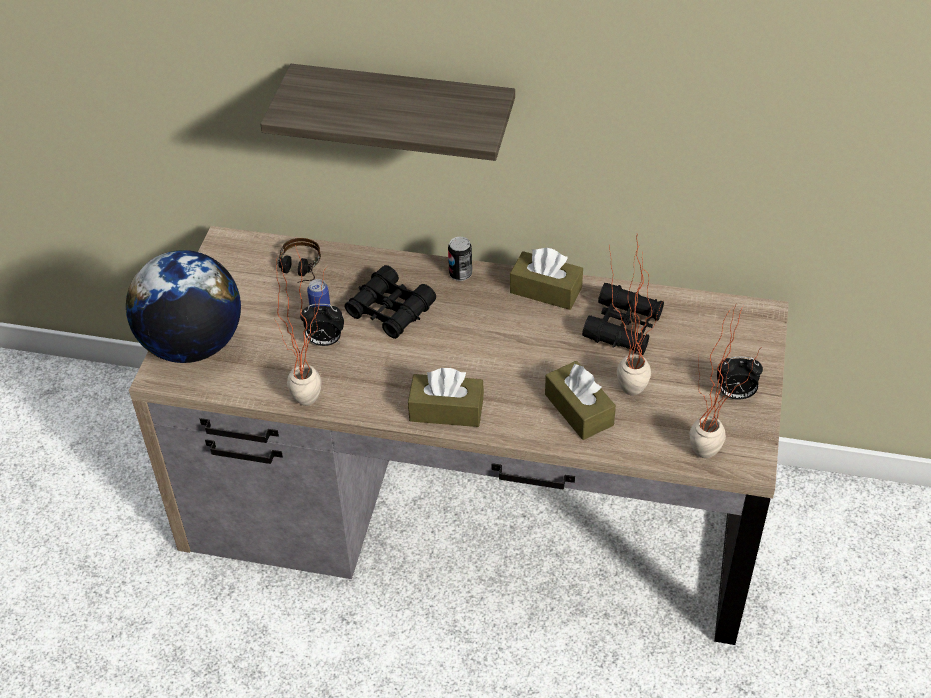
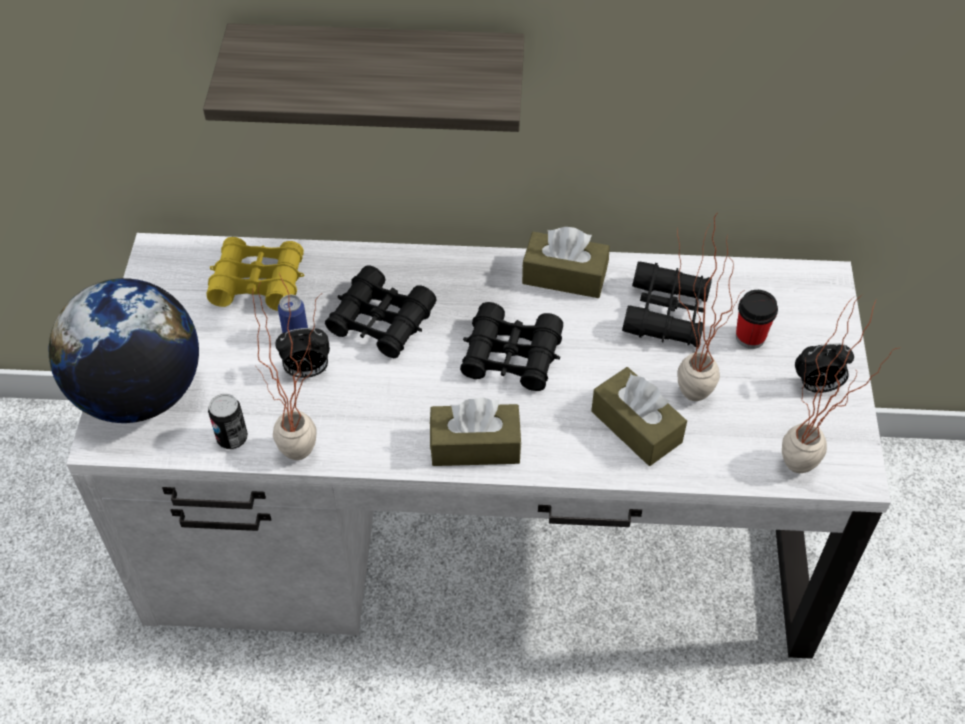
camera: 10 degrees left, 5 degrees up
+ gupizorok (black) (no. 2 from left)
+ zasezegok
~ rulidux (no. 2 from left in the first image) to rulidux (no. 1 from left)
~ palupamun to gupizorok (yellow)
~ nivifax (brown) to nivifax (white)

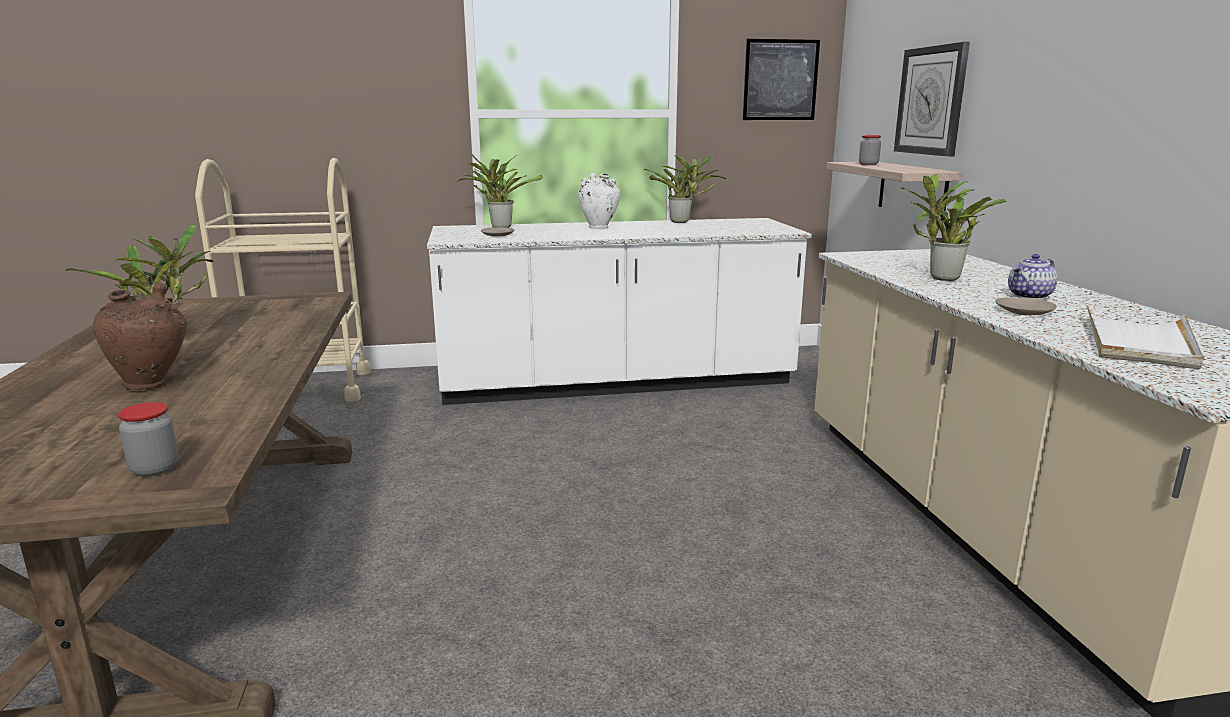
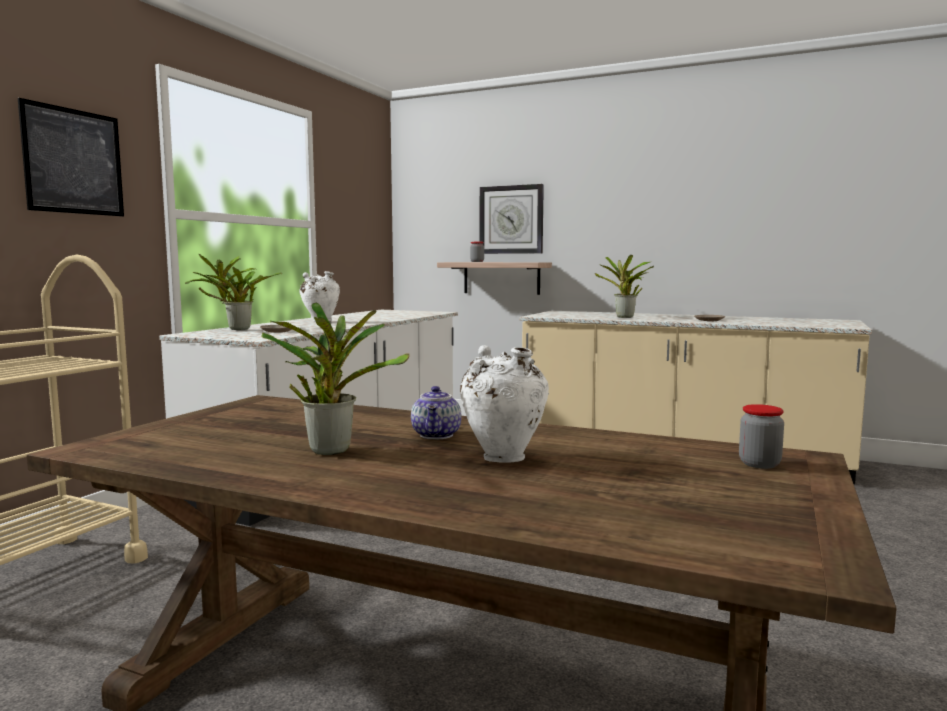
camera: 55 degrees left, 10 degrees down
- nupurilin (no. 3 from left)
- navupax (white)
~ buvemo
~ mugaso
~ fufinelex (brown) to fufinelex (white) (no. 2 from left)

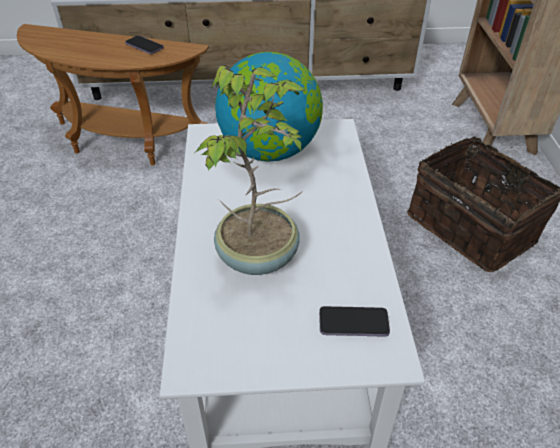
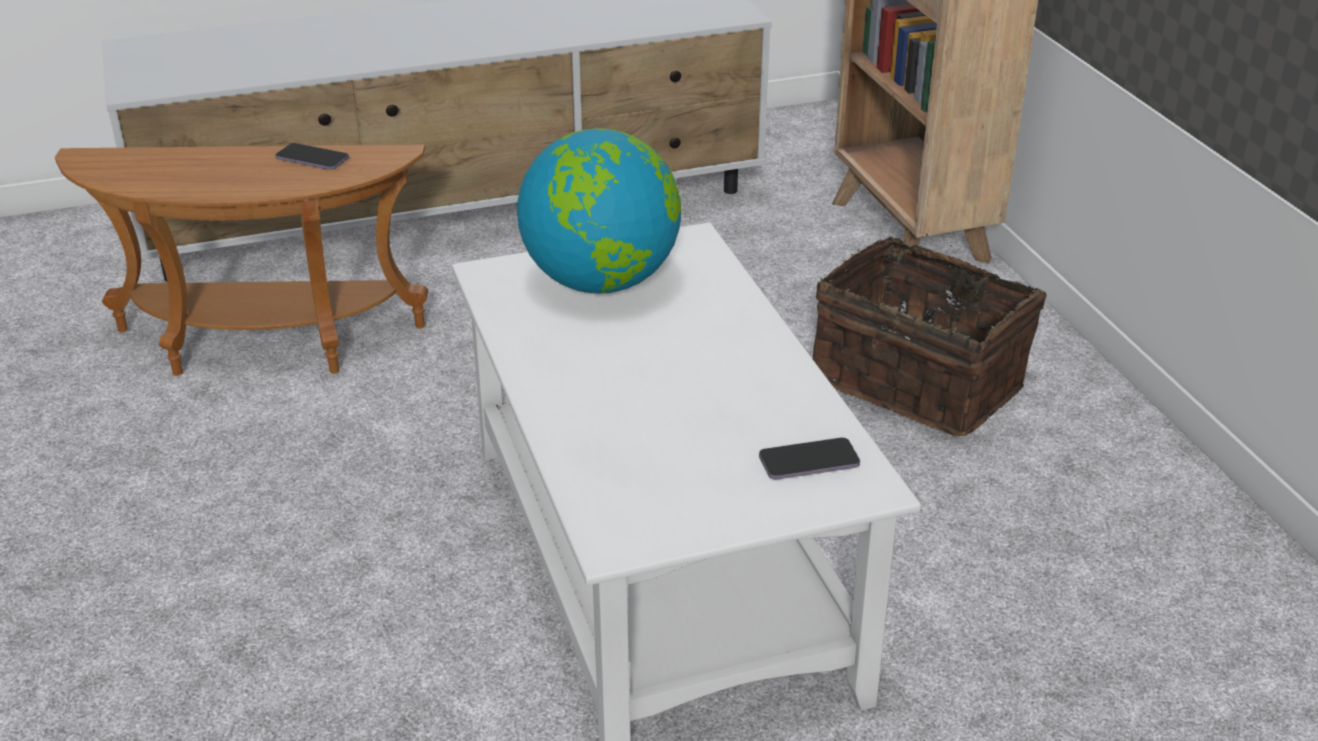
camera: 15 degrees left, 10 degrees down
- nupurilin

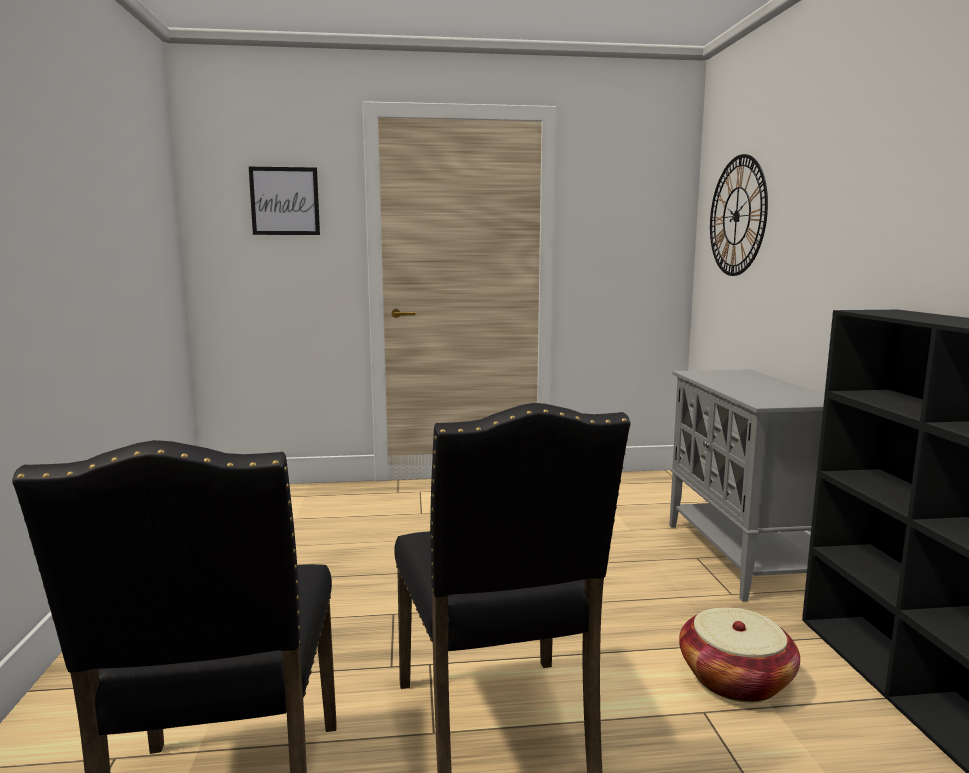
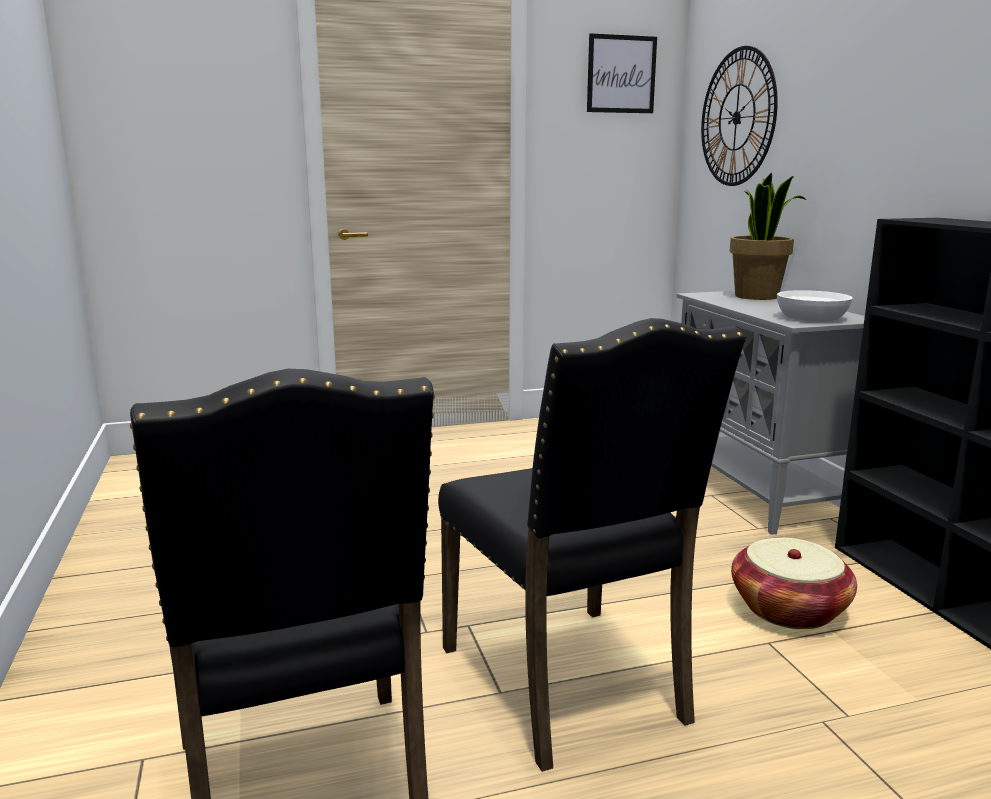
camera: 10 degrees left, 5 degrees up
+ nupurilin
+ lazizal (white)
~ buvemo

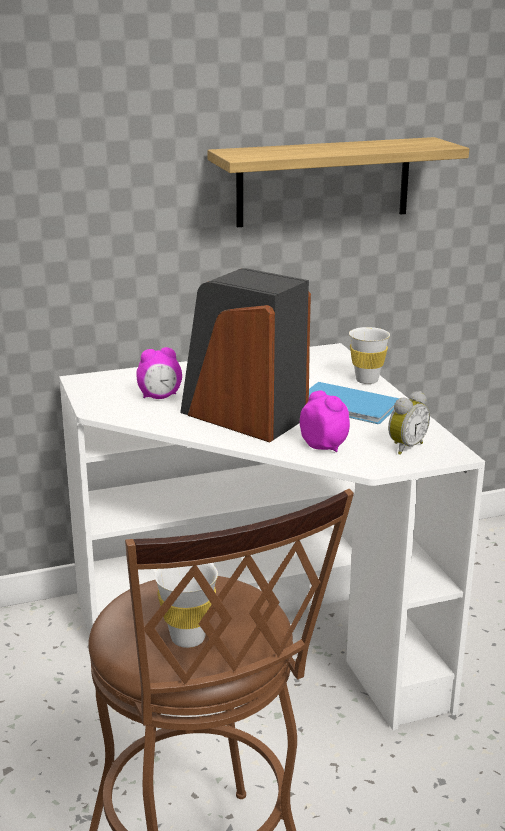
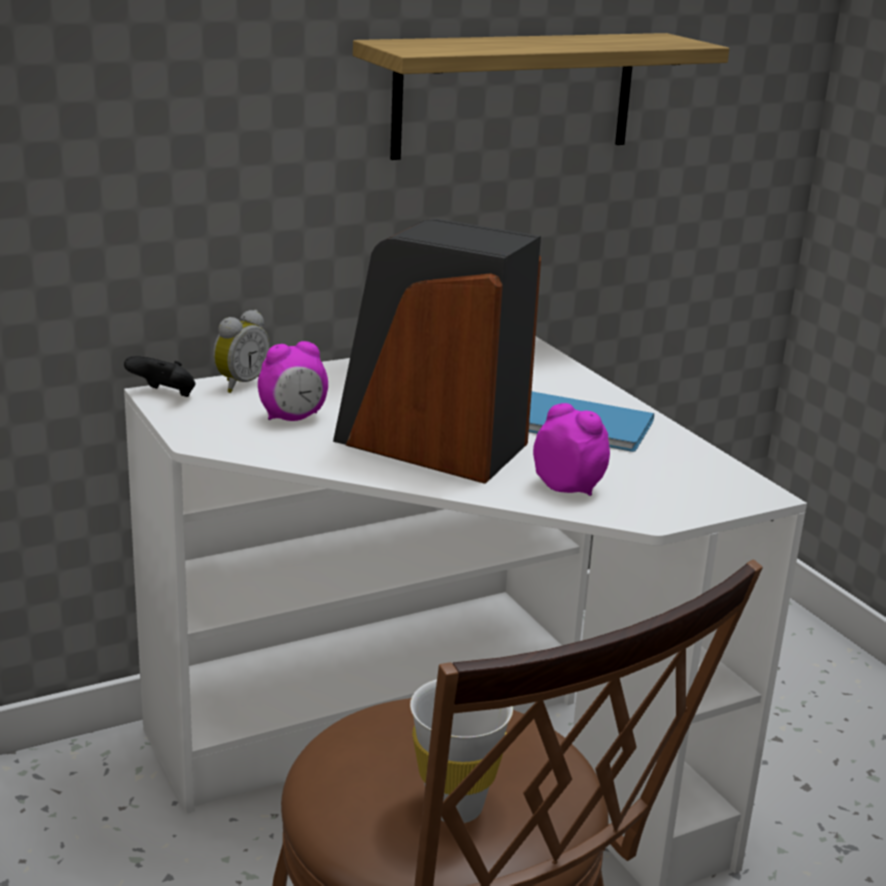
camera: 10 degrees left, 0 degrees up
- zasezegok (white) (no. 2 from left)
+ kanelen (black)
~ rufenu (no. 3 from left in the first image) to rufenu (no. 1 from left)

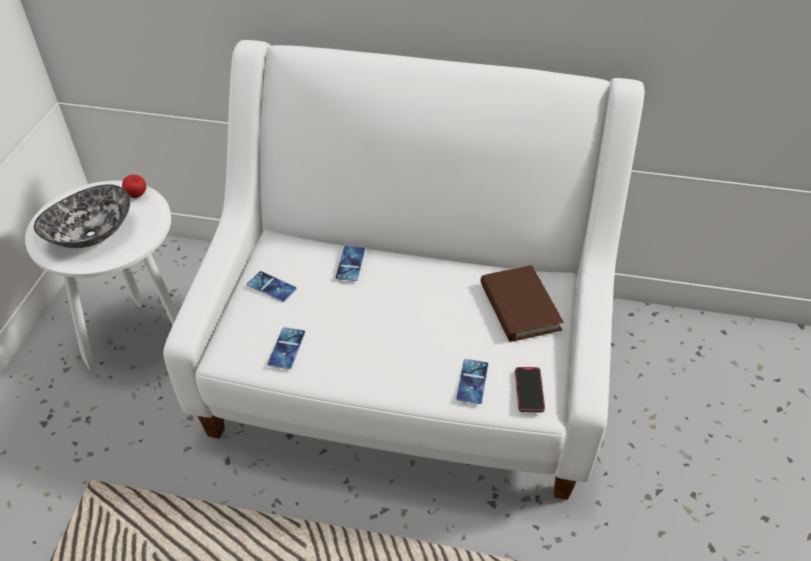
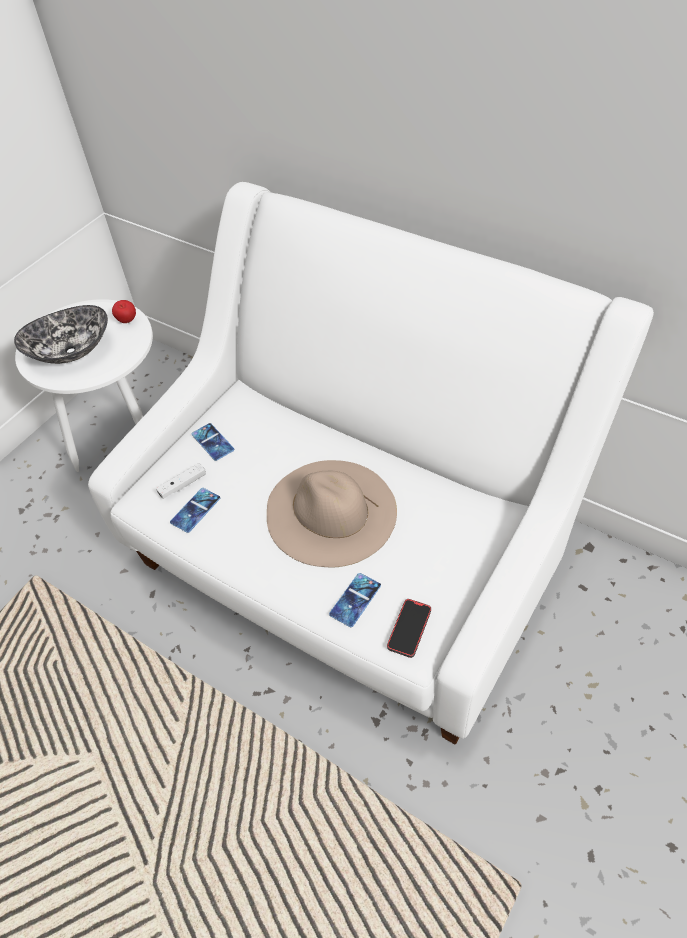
camera: 25 degrees right, 5 degrees up
- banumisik (no. 3 from left)
- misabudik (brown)
+ kanelen (white)
+ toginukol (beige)

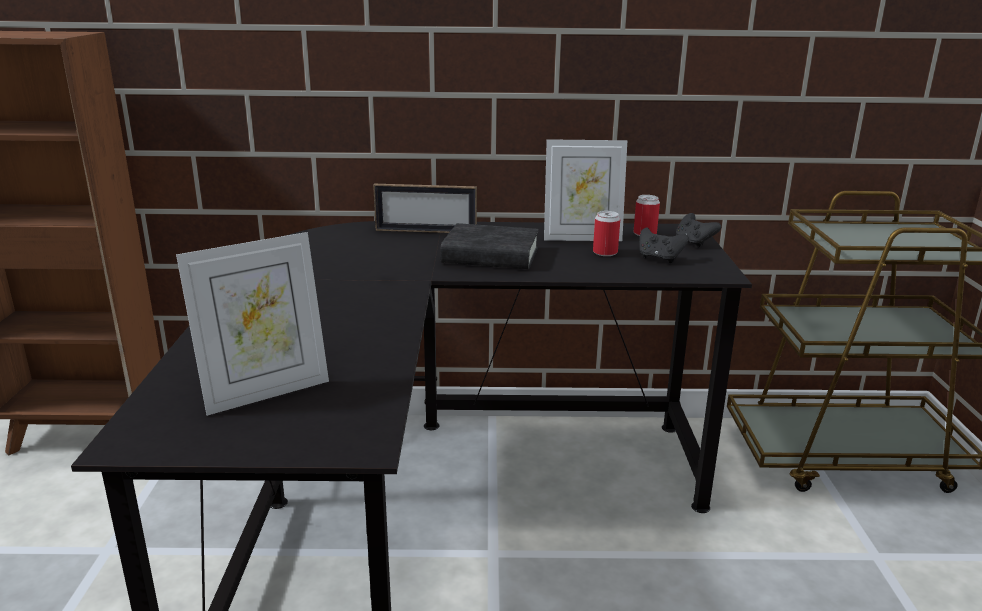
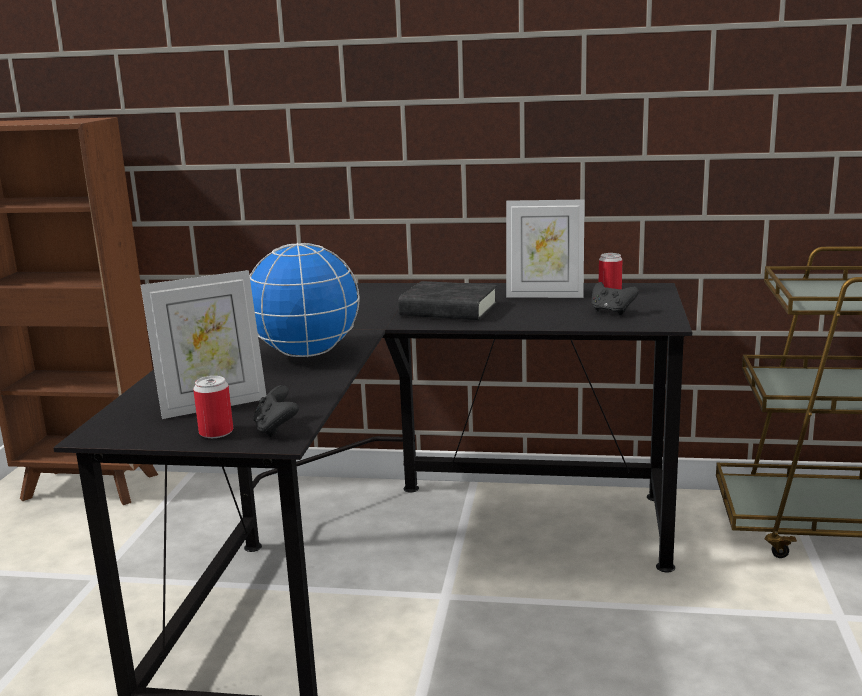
camera: 10 degrees right, 5 degrees down
- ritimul (no. 2 from left)
+ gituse
~ rulidux (no. 1 from left)
~ kanelen (black) (no. 2 from left in the first image) to kanelen (black) (no. 1 from left)

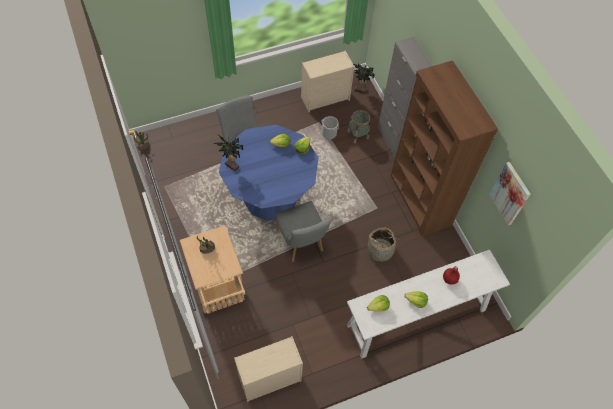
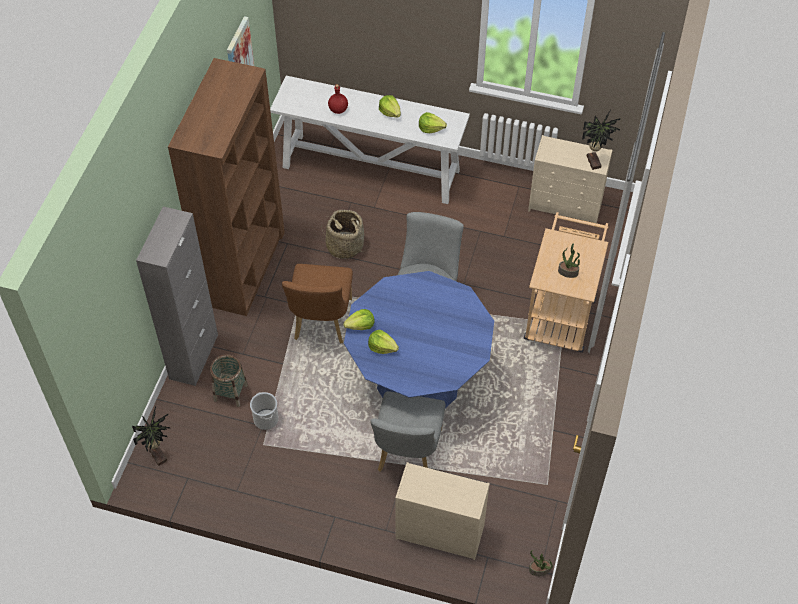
camera: 140 degrees left, 5 degrees down
+ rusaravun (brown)
~ nupurilin (no. 3 from left in the first image) to nupurilin (no. 4 from left)
~ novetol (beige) (no. 2 from left in the first image) to novetol (beige) (no. 1 from left)

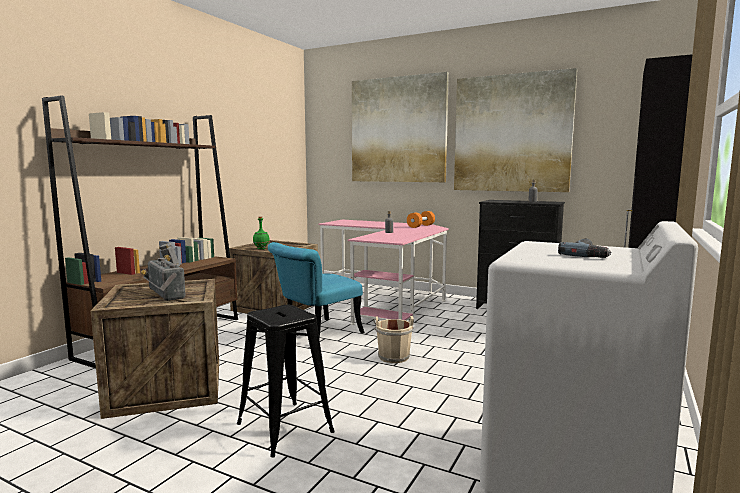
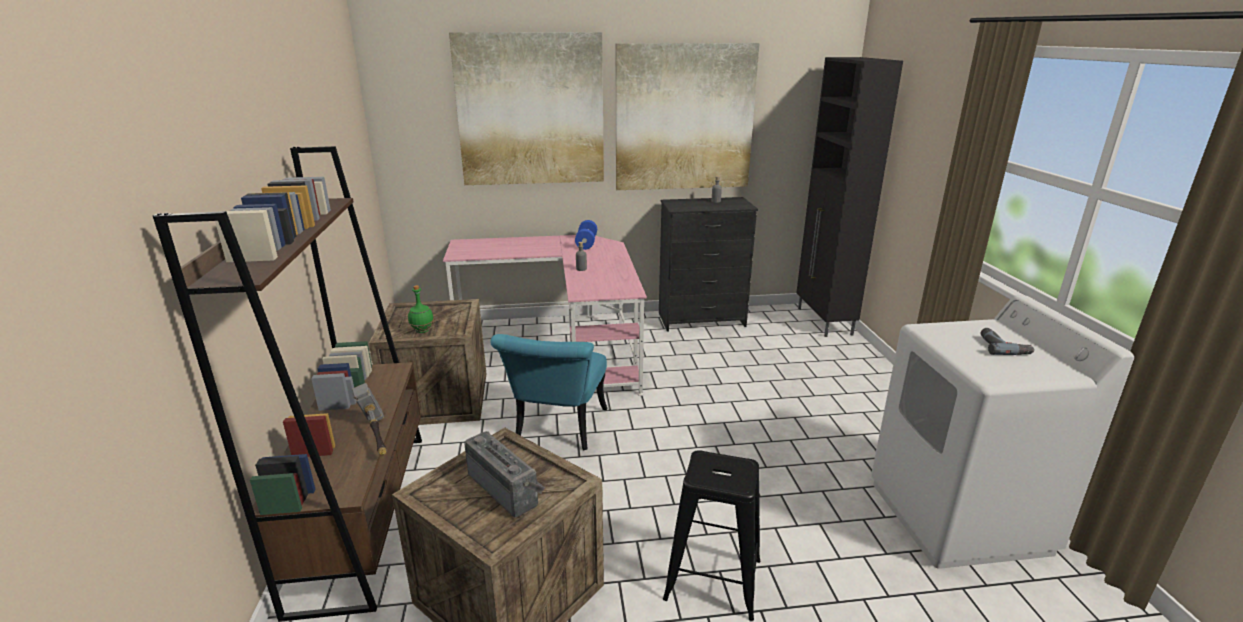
camera: 35 degrees left, 15 degrees up
- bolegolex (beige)
~ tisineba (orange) to tisineba (blue)
~ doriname 150 degrees counterclockwise

